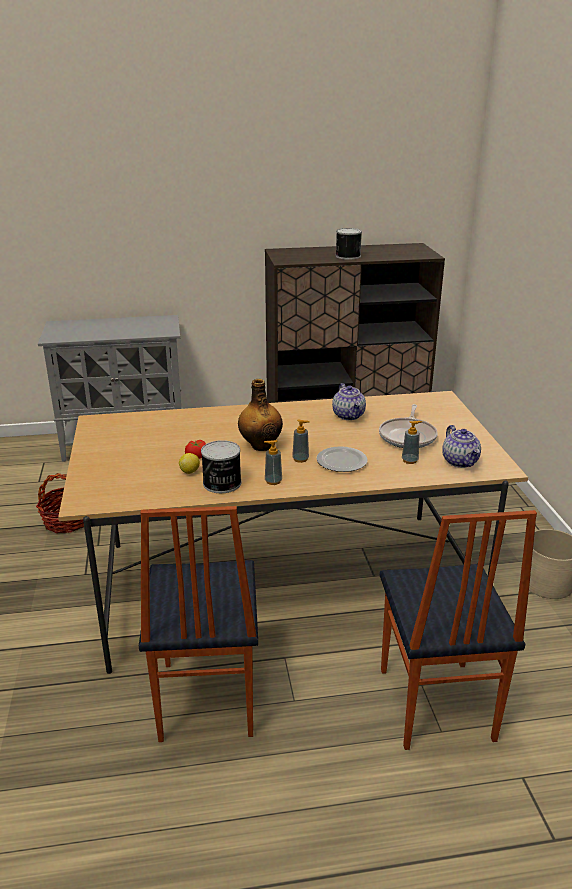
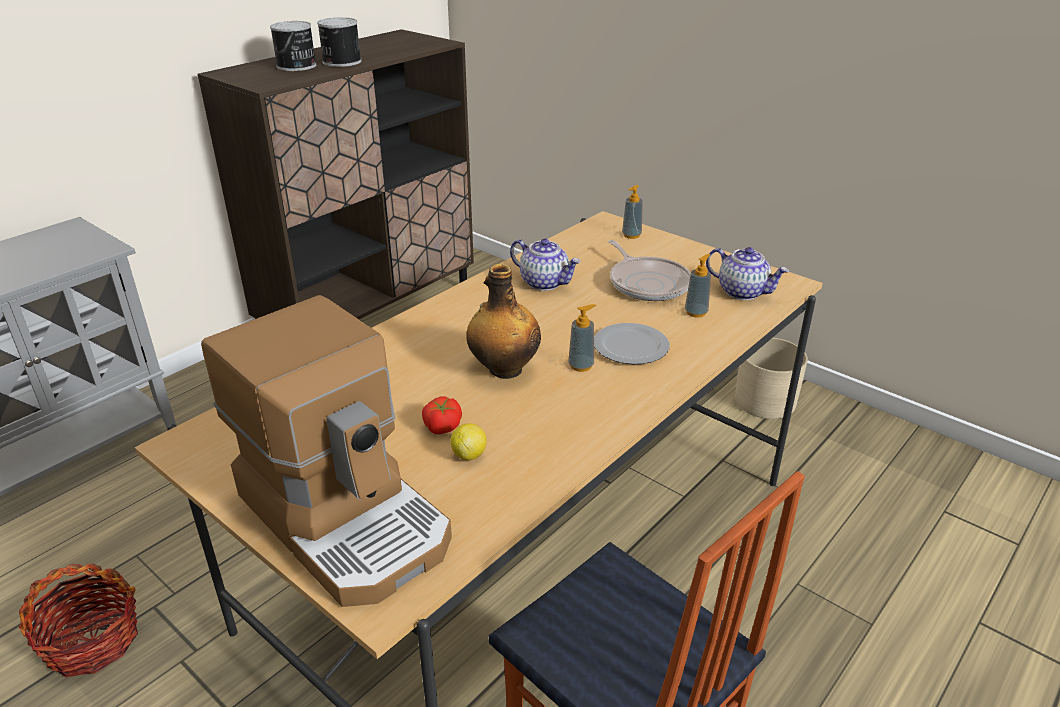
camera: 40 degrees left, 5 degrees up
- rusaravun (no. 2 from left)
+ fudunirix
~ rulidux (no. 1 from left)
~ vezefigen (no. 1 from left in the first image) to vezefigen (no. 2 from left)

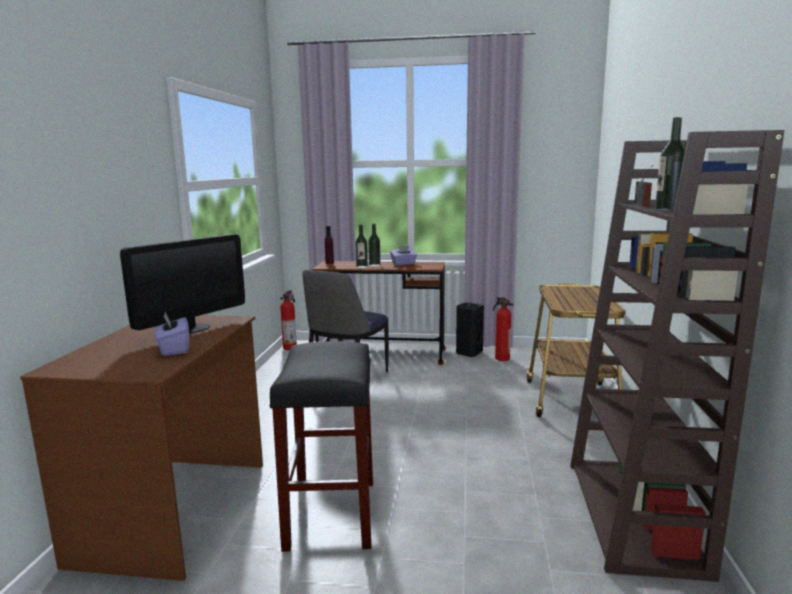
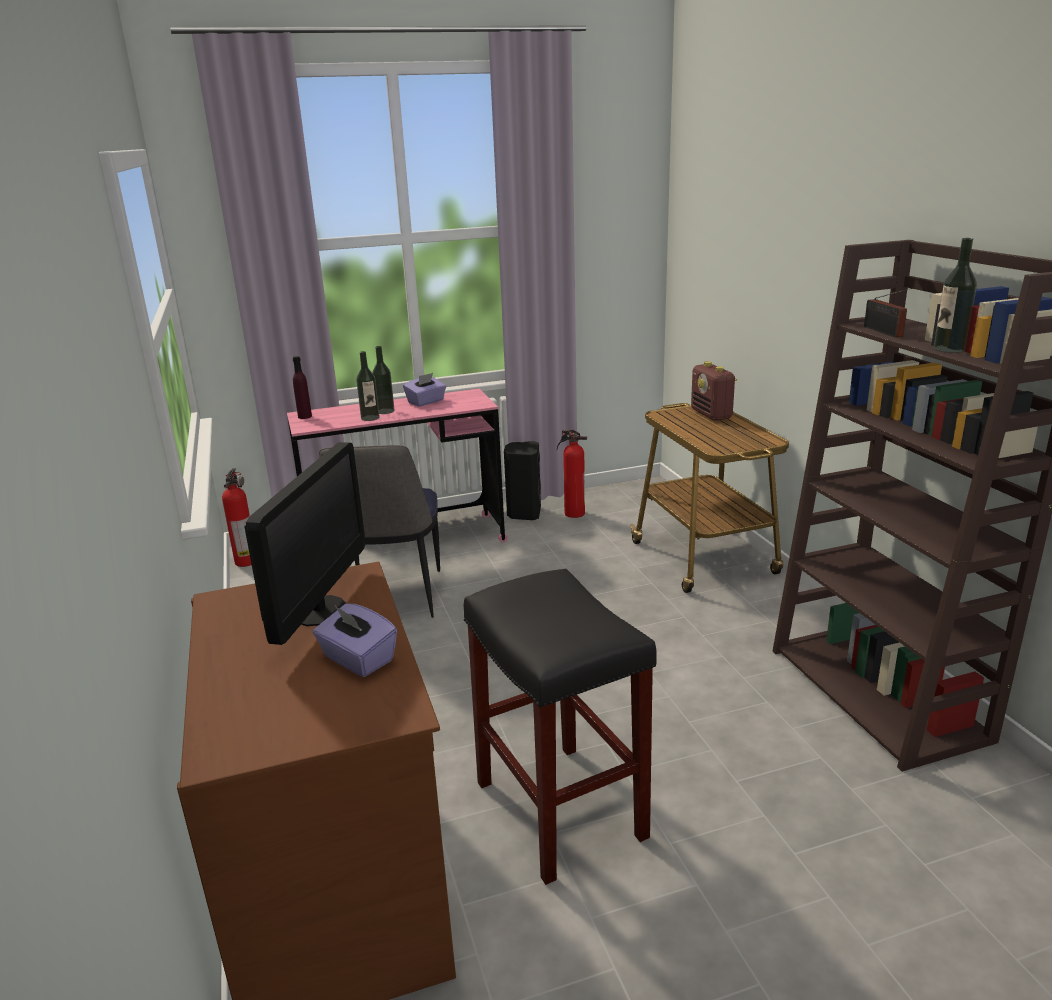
camera: 25 degrees left, 10 degrees up
+ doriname (no. 1 from left)
~ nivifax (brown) (no. 2 from left) to nivifax (pink)

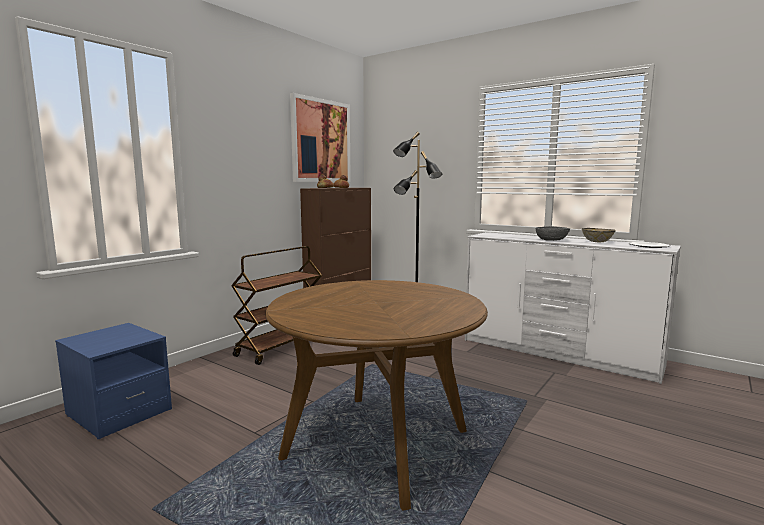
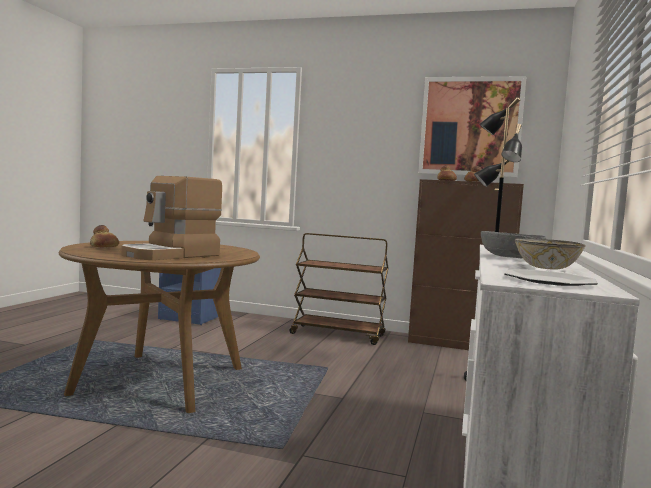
camera: 70 degrees right, 5 degrees down
+ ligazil (no. 1 from left)
+ fudunirix

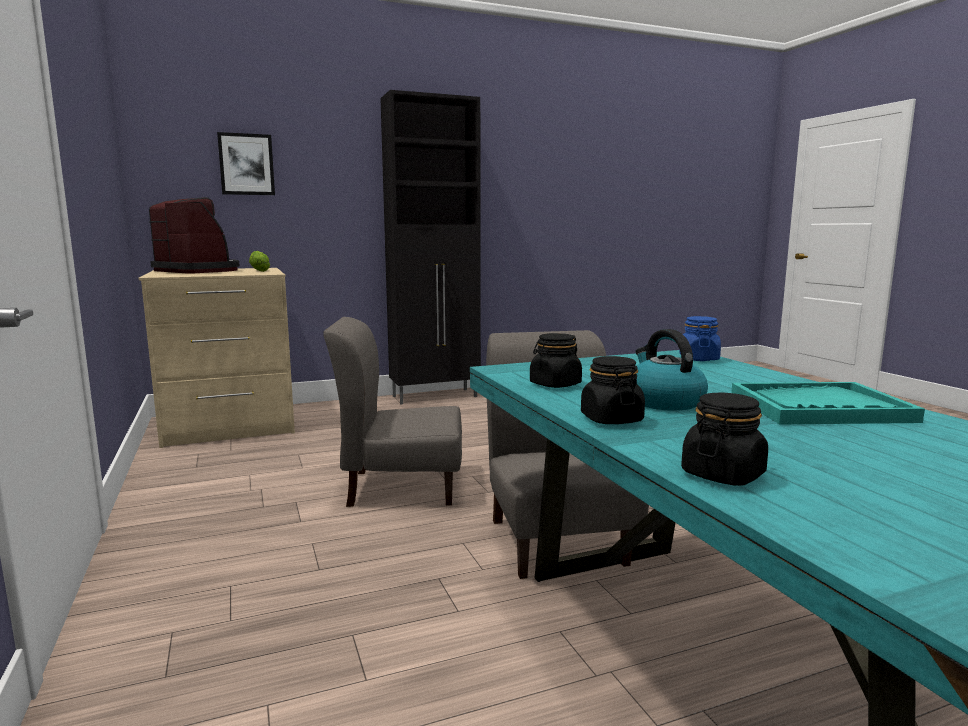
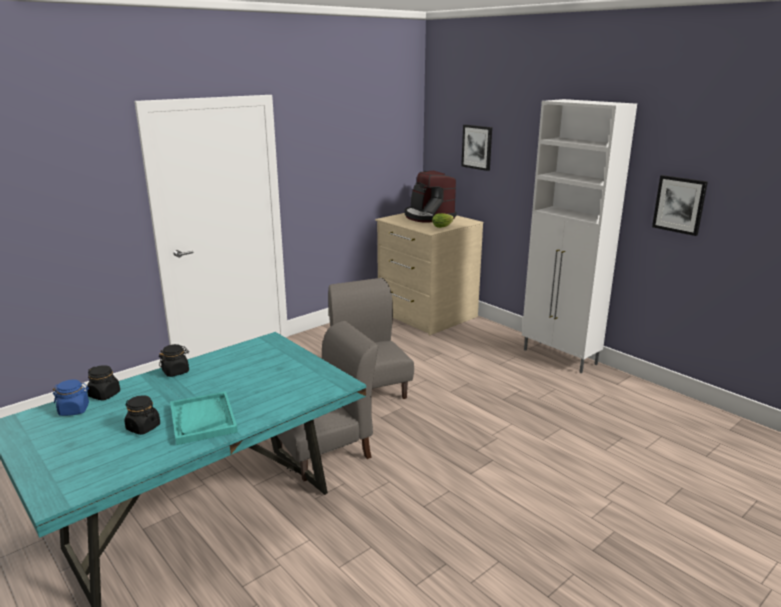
camera: 70 degrees right, 10 degrees up
- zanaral
+ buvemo (no. 2 from left)
~ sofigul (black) (no. 1 from left in the first image) to sofigul (black) (no. 2 from left)
~ sofigul (blue)
~ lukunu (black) to lukunu (white)
~ fudunirix 135 degrees clockwise

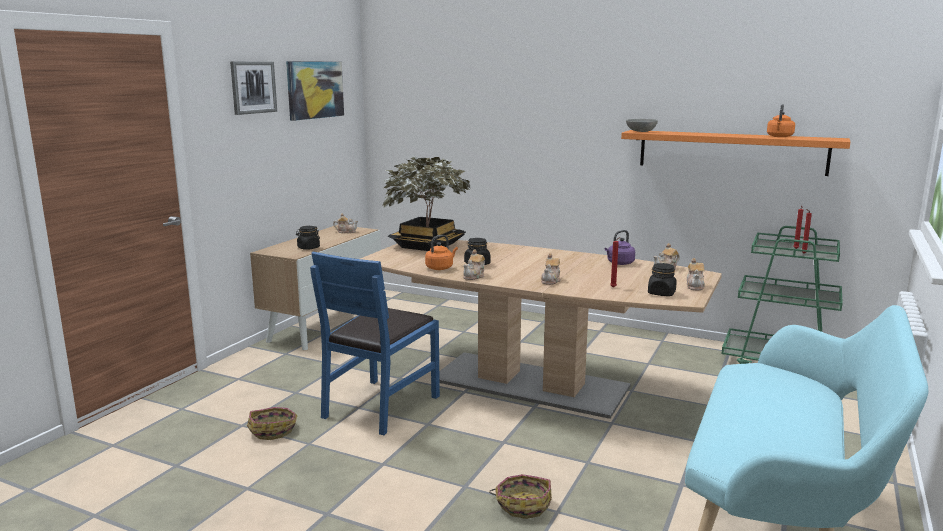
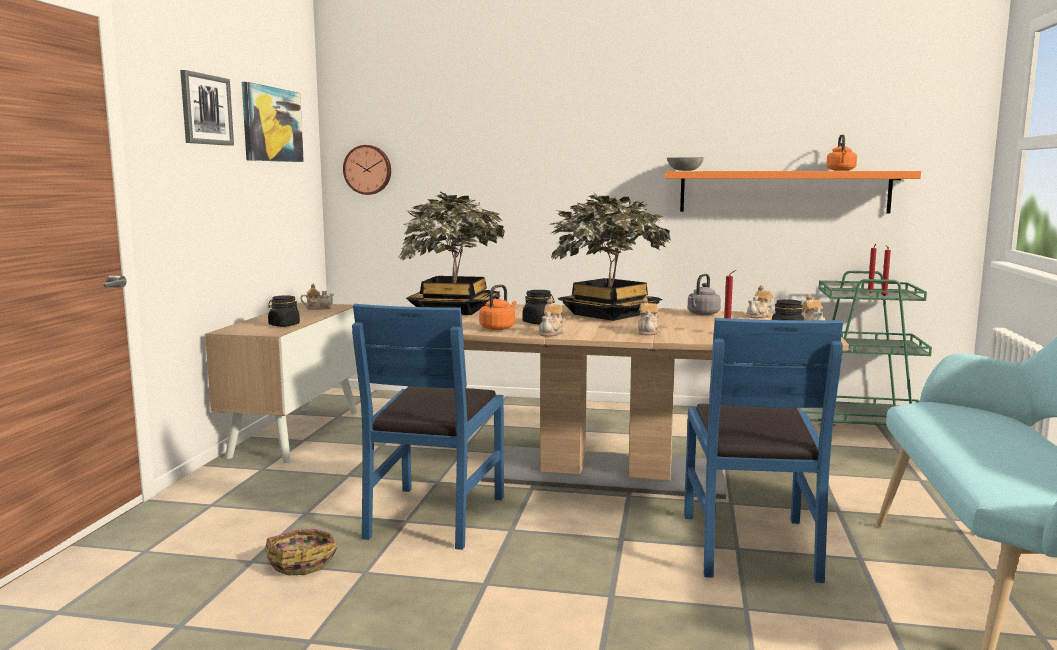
camera: 15 degrees left, 5 degrees down
- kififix (no. 2 from left)
+ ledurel
+ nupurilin (no. 2 from left)
+ rusaravun (blue) (no. 2 from left)
~ zanaral (purple) to zanaral (grey)

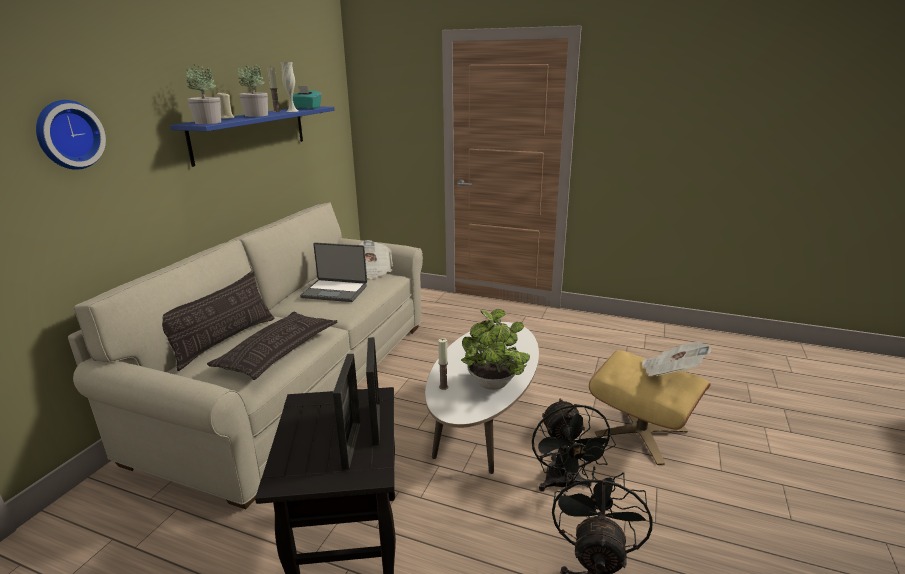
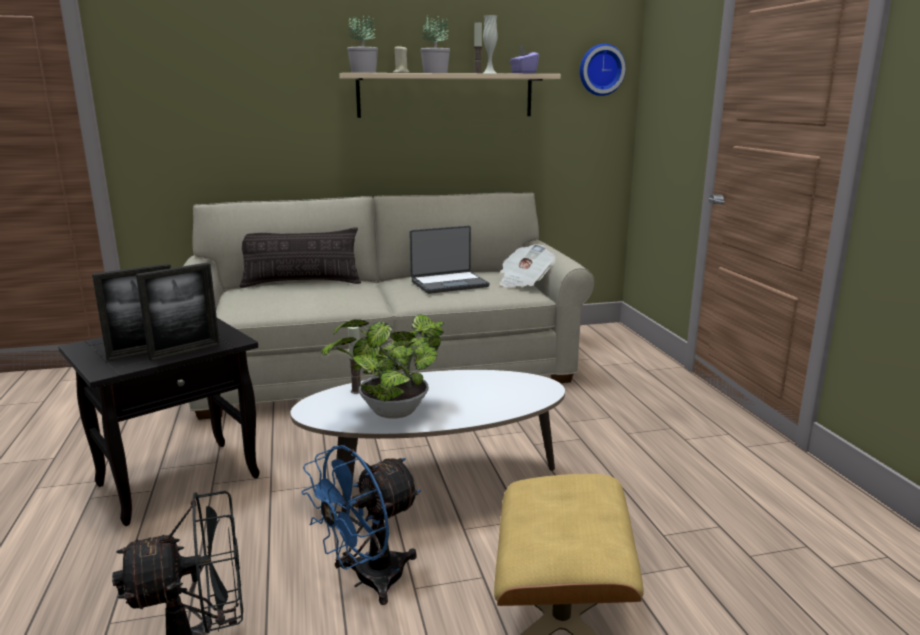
camera: 55 degrees right, 5 degrees down
- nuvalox (no. 2 from left)
- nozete (no. 2 from left)
~ ledurel
~ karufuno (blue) to karufuno (beige)
~ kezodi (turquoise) to kezodi (purple)
~ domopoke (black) (no. 1 from left) to domopoke (blue)
~ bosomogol 90 degrees counterclockwise

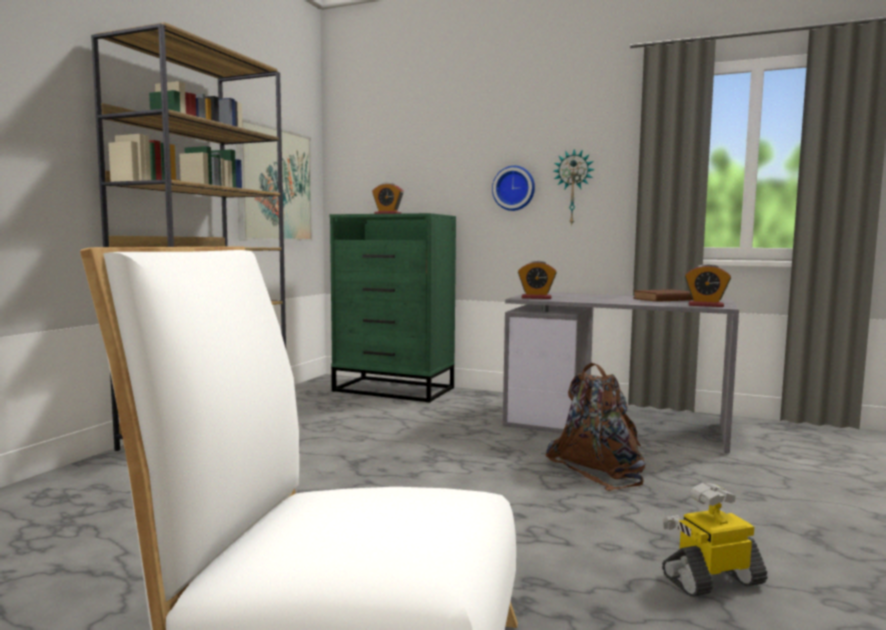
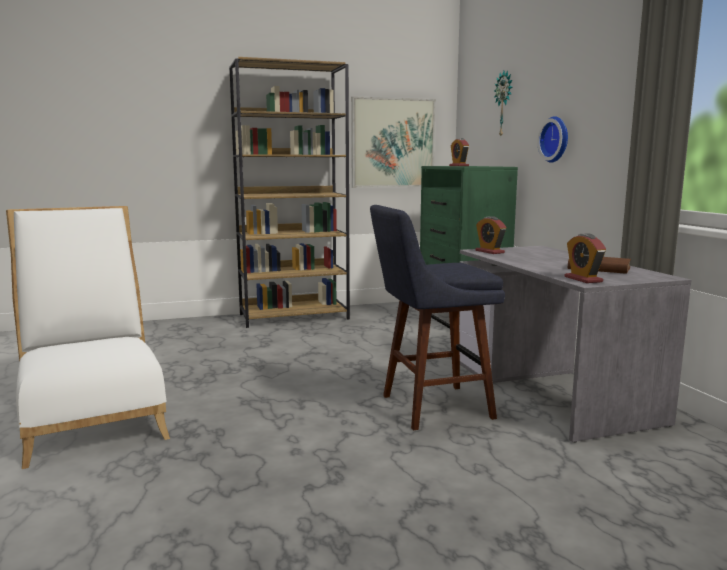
camera: 50 degrees right, 5 degrees up
- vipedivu
~ ledurel (no. 2 from left in the first image) to ledurel (no. 1 from left)
~ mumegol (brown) to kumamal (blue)

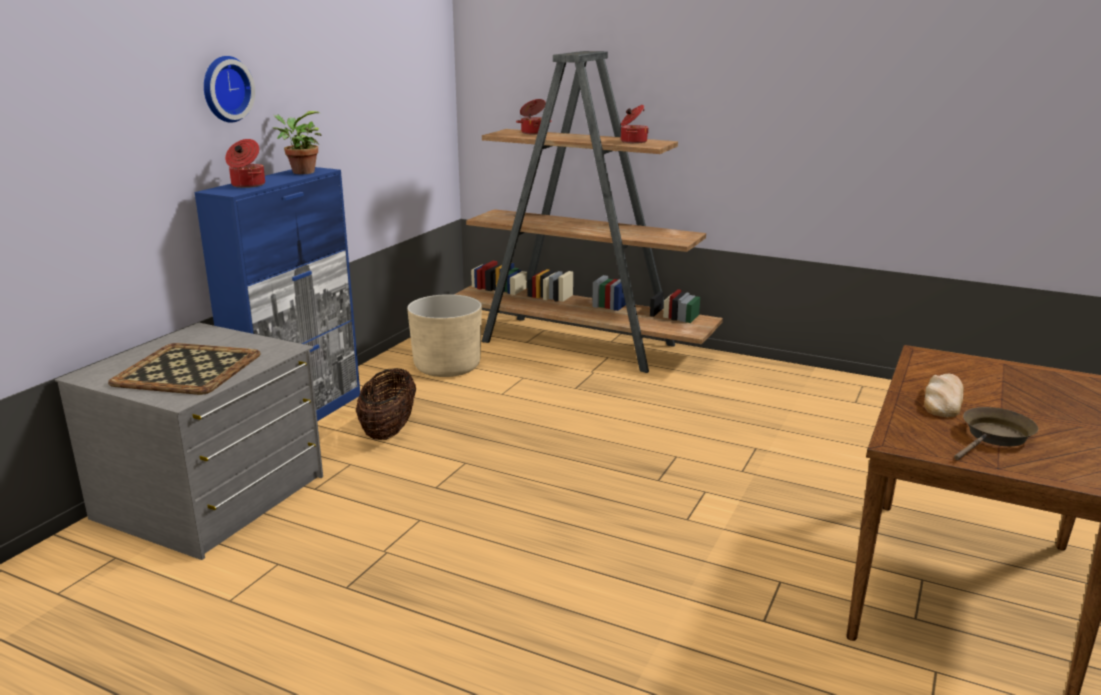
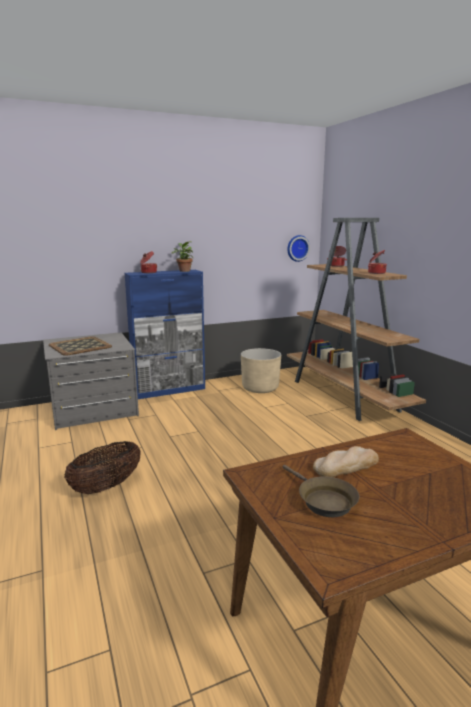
camera: 40 degrees right, 5 degrees down
~ ledurel
~ kififix
~ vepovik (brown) 60 degrees clockwise

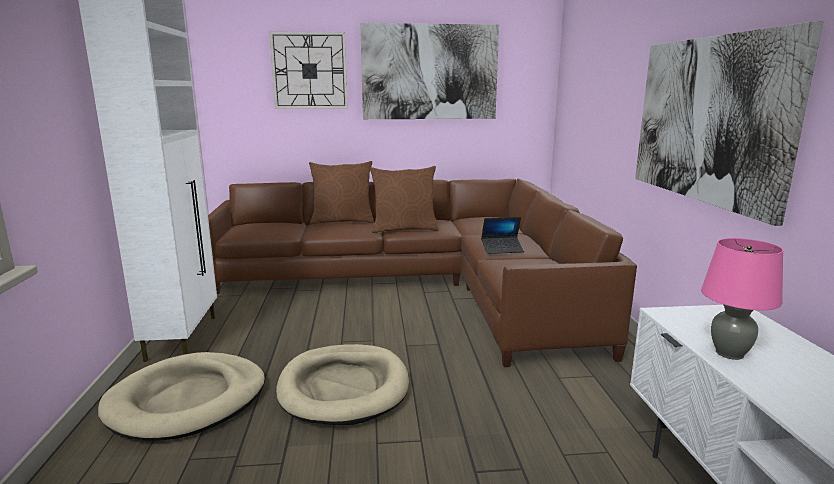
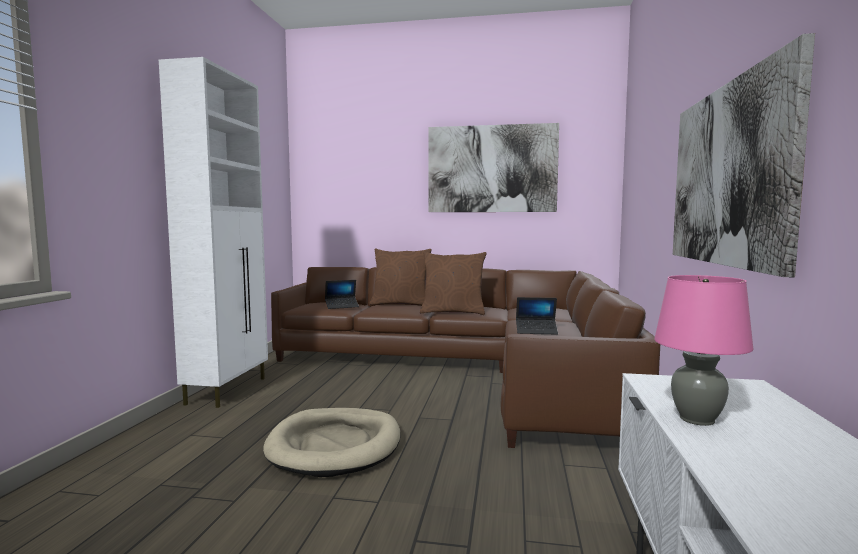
camera: 15 degrees right, 10 degrees down
- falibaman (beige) (no. 1 from left)
- ledurel
+ bosomogol (no. 1 from left)

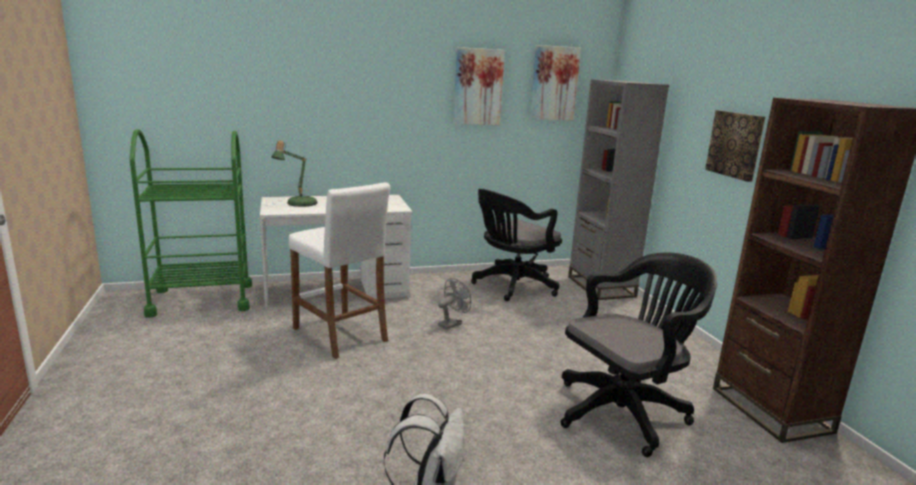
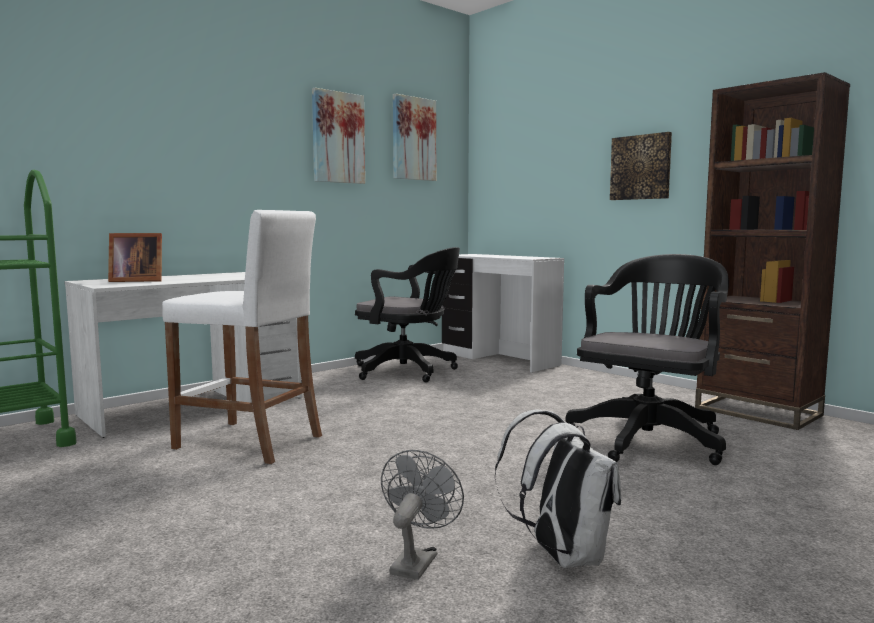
camera: 25 degrees left, 10 degrees down
~ domopoke (grey)
~ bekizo to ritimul
~ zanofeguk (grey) to nivifax (white) (no. 2 from left)
~ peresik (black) (no. 1 from left) 90 degrees counterclockwise

